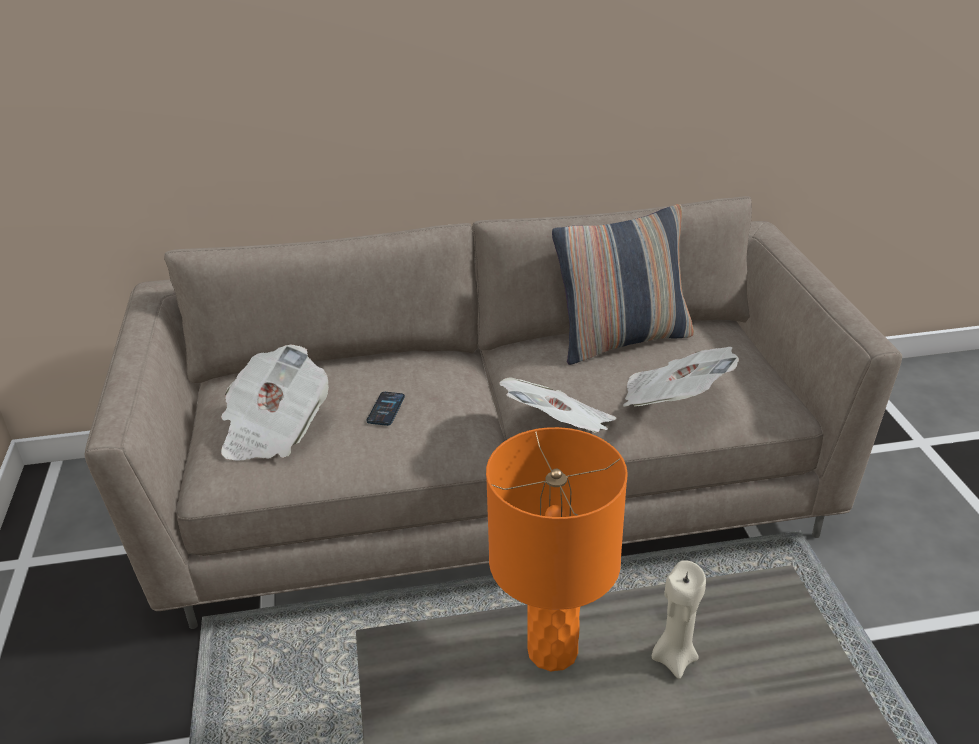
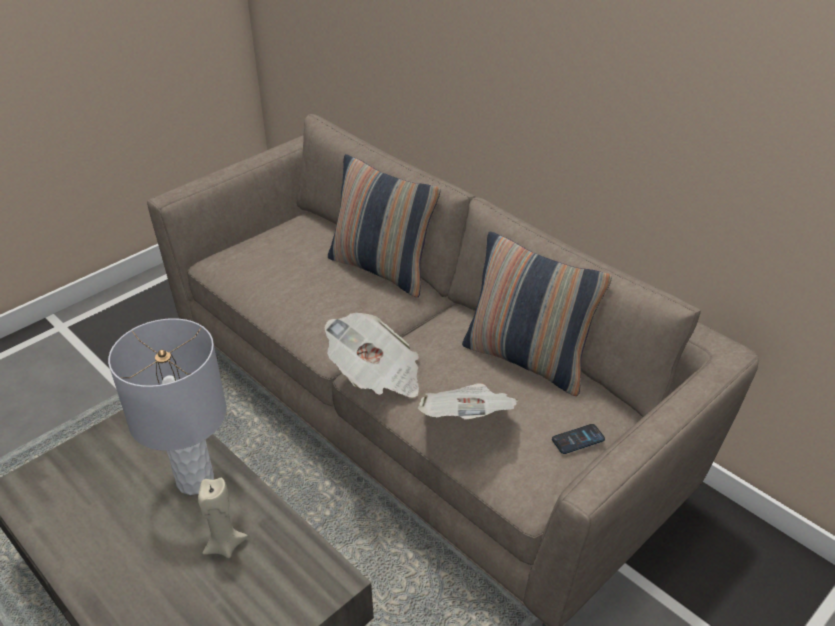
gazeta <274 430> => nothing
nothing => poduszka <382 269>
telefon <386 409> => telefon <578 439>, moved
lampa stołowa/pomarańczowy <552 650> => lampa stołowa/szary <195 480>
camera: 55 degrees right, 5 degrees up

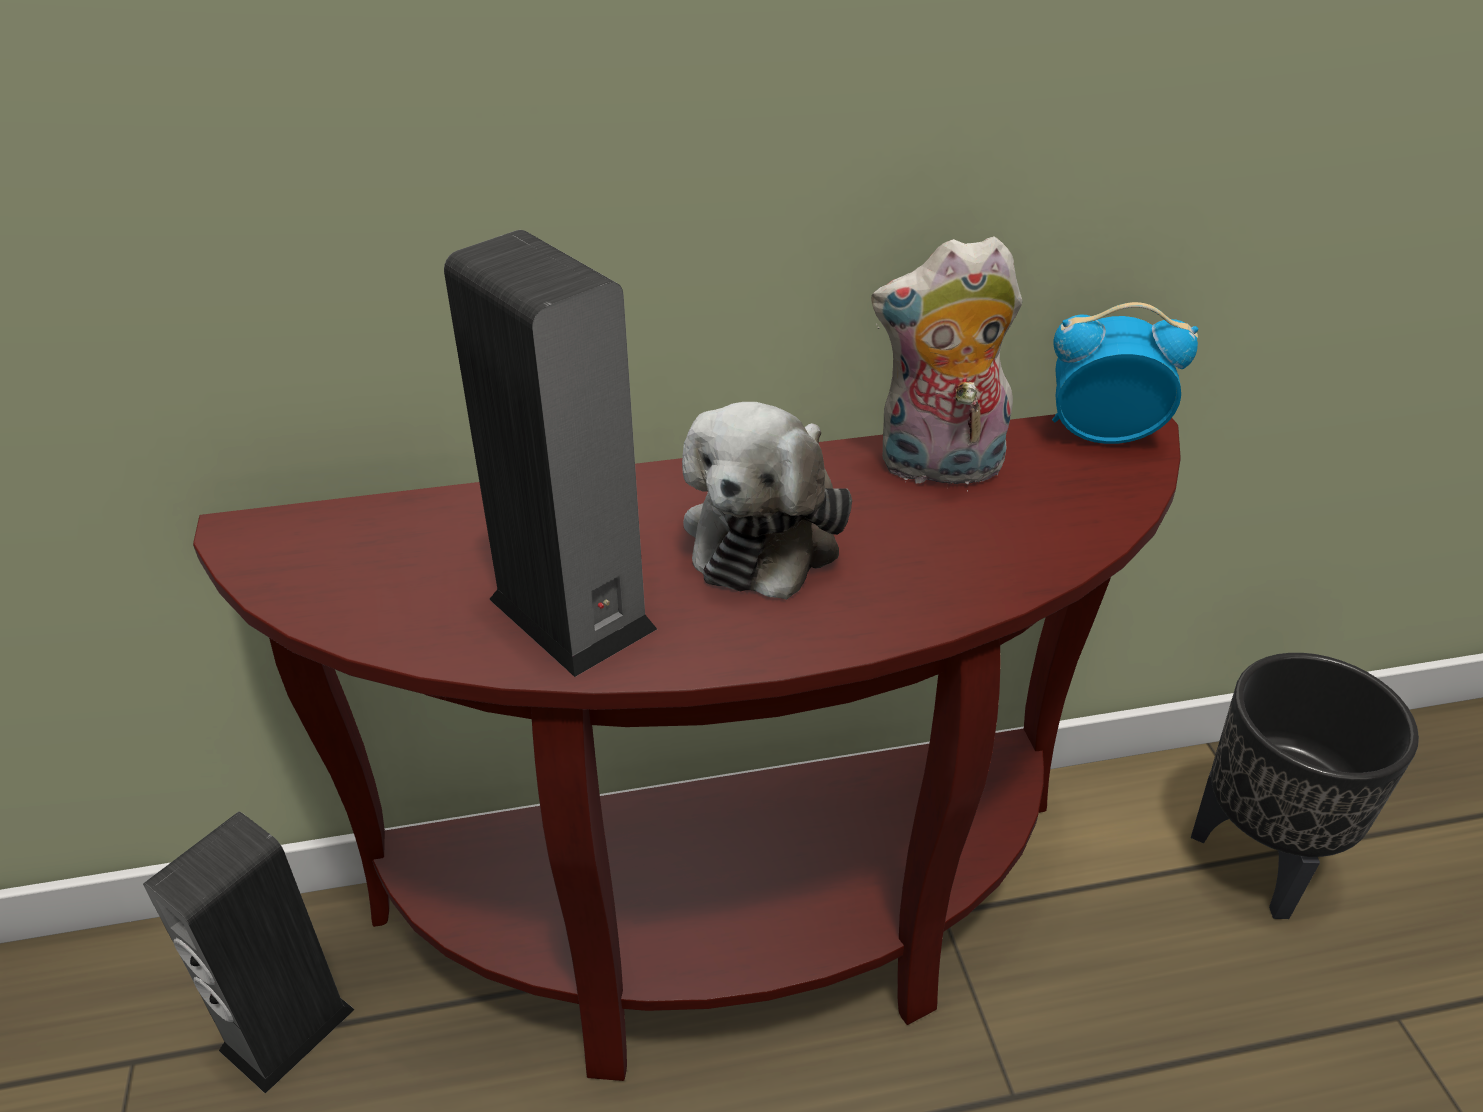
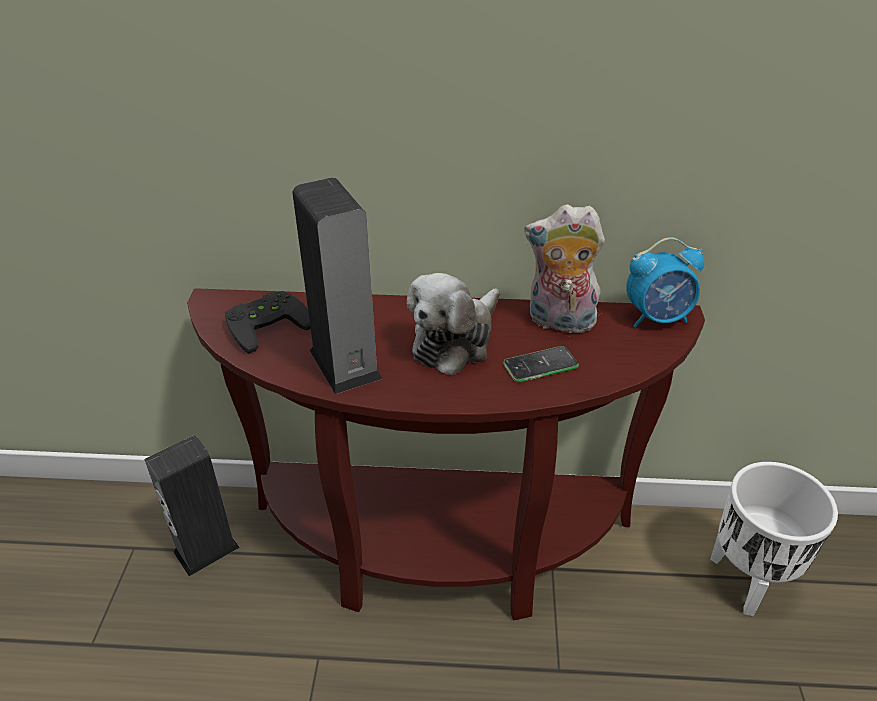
nothing => pad do gier/czarny <266 323>
nothing => telefon <540 365>
donica/czarny <1261 860> => donica/biały <748 581>
budzik <1101 434> => budzik <657 318>, 150 degrees clockwise
camera: 15 degrees right, 0 degrees up

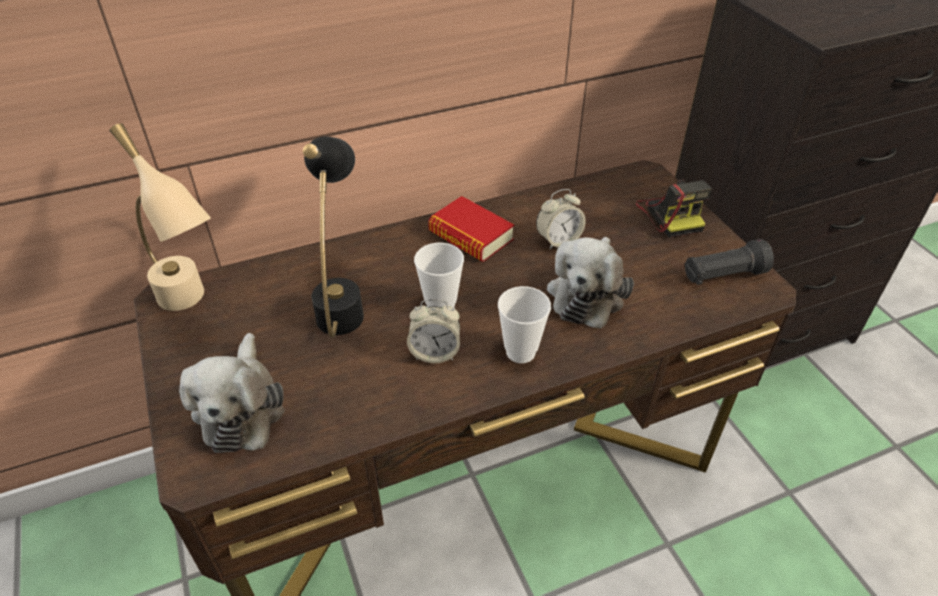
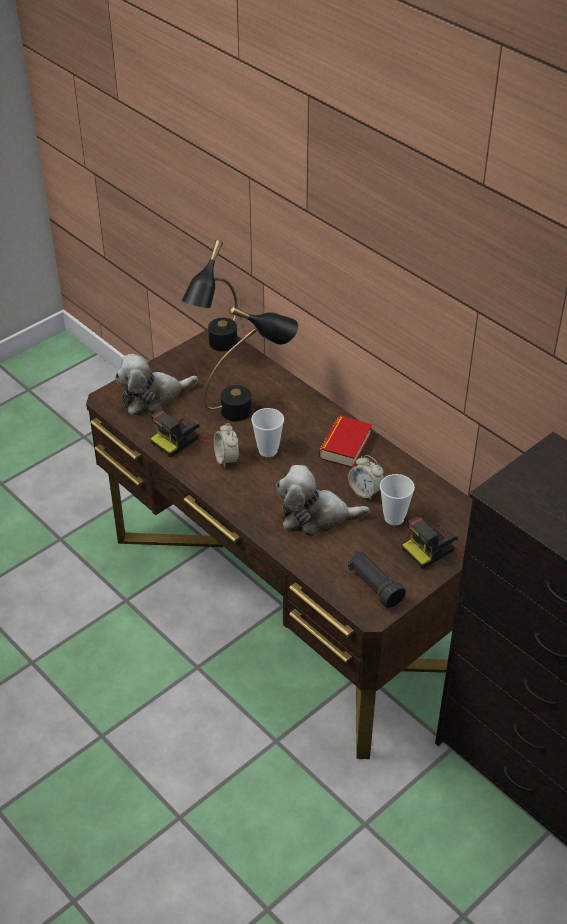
nothing => aparat fotograficzny <181 439>
filiżanka <520 352> => filiżanka <394 518>, moved
lampa stołowa/beżowy <192 306> => lampa stołowa/czarny <216 350>
camera: 70 degrees right, 0 degrees up

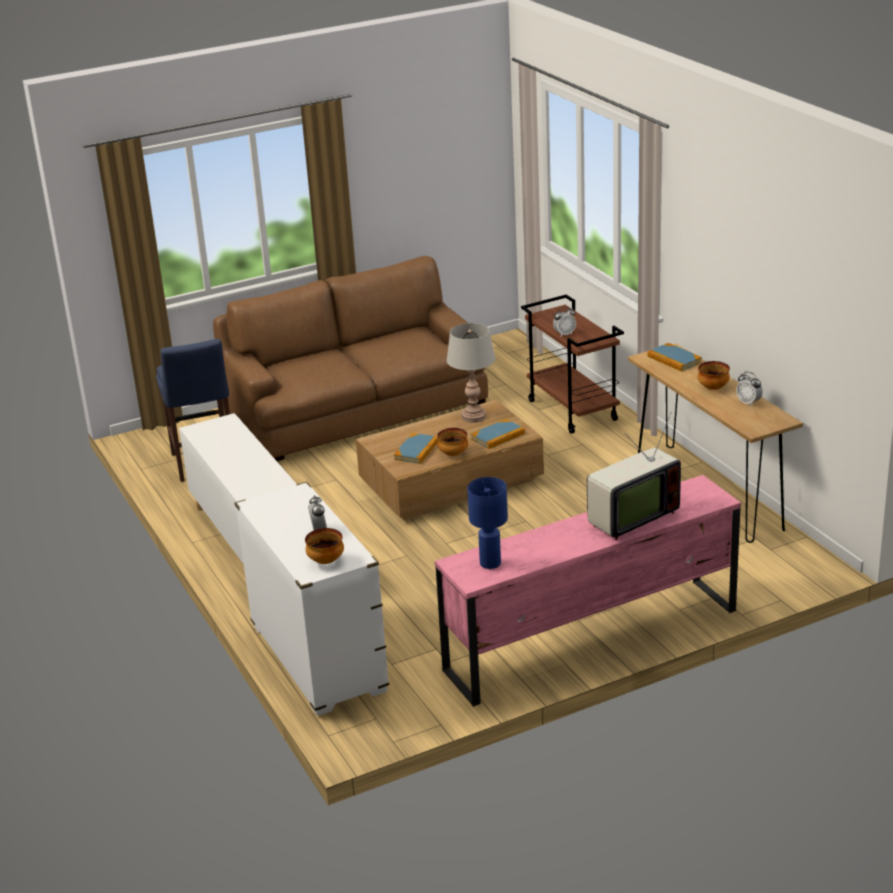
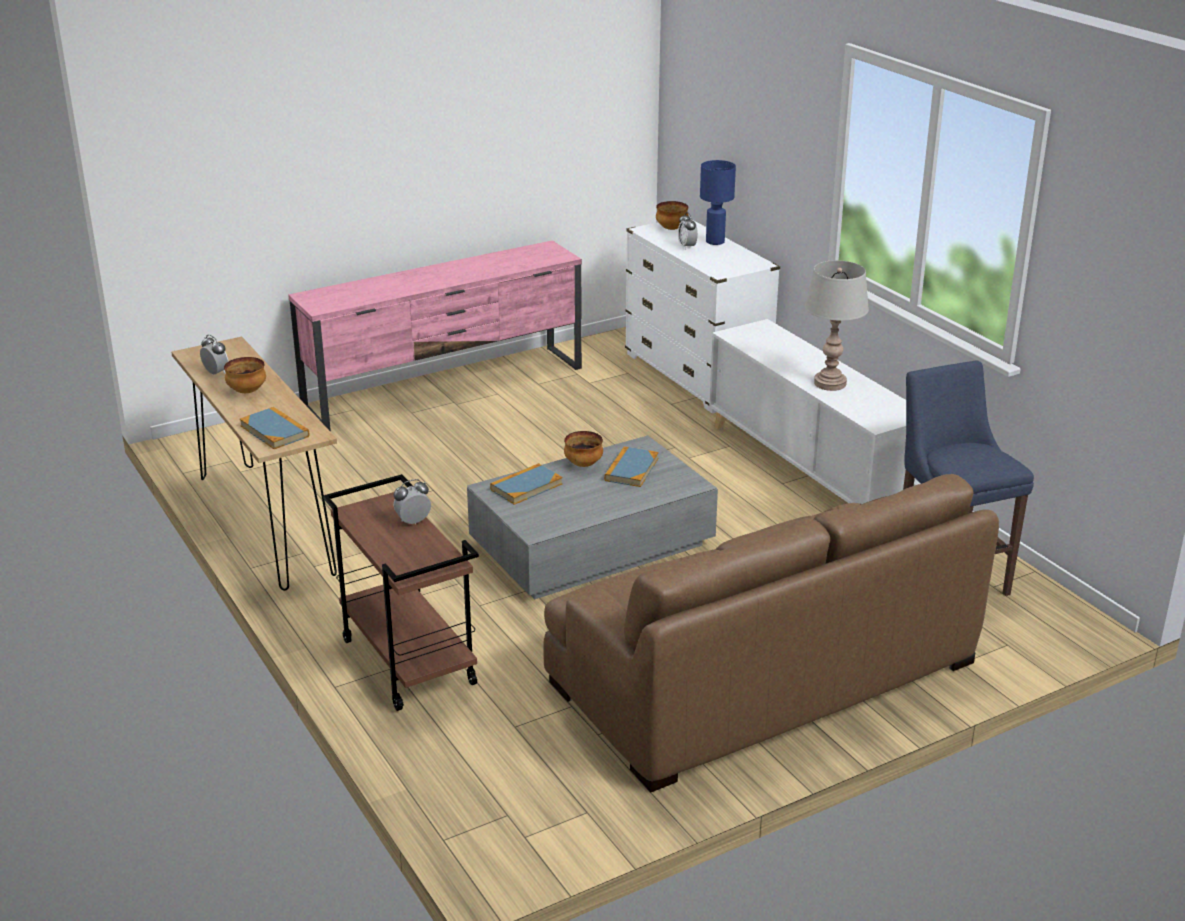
telewizor <629 518> => nothing
lampa stołowa/szary <473 416> => lampa stołowa/szary <830 383>, moved
lampa stołowa/niebieski <490 564> => lampa stołowa/niebieski <715 241>, moved
ława/brązowy <451 481> => ława/szary <591 545>
camera: 175 degrees right, 0 degrees up

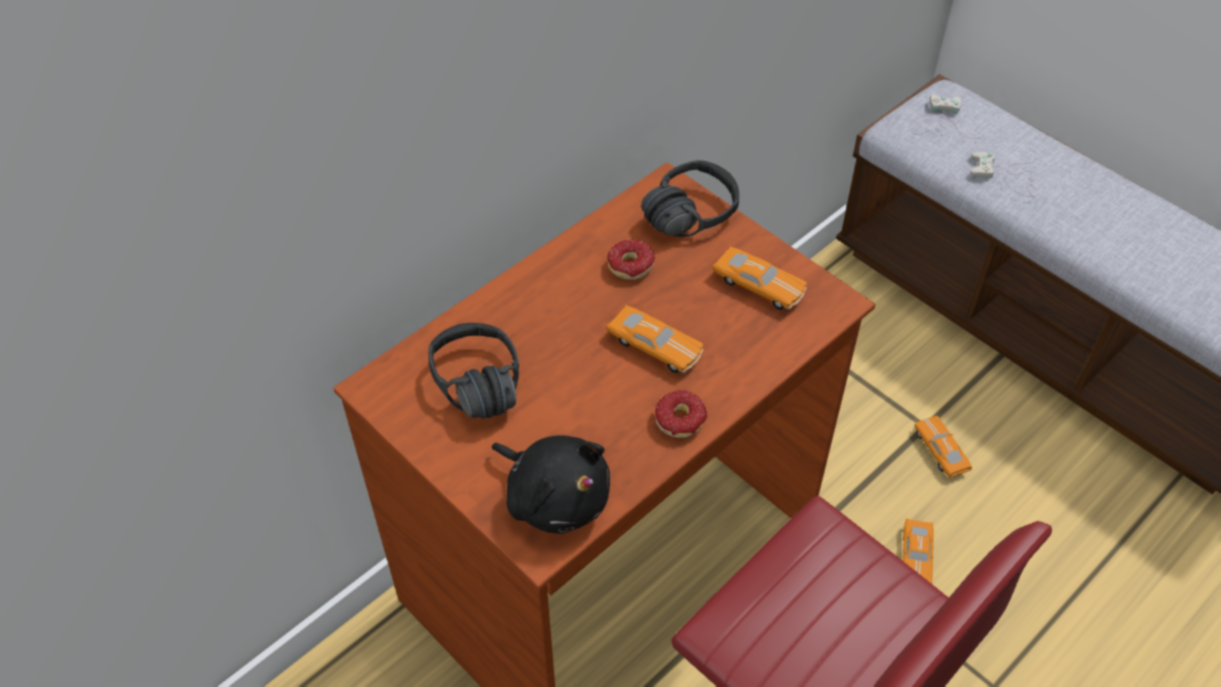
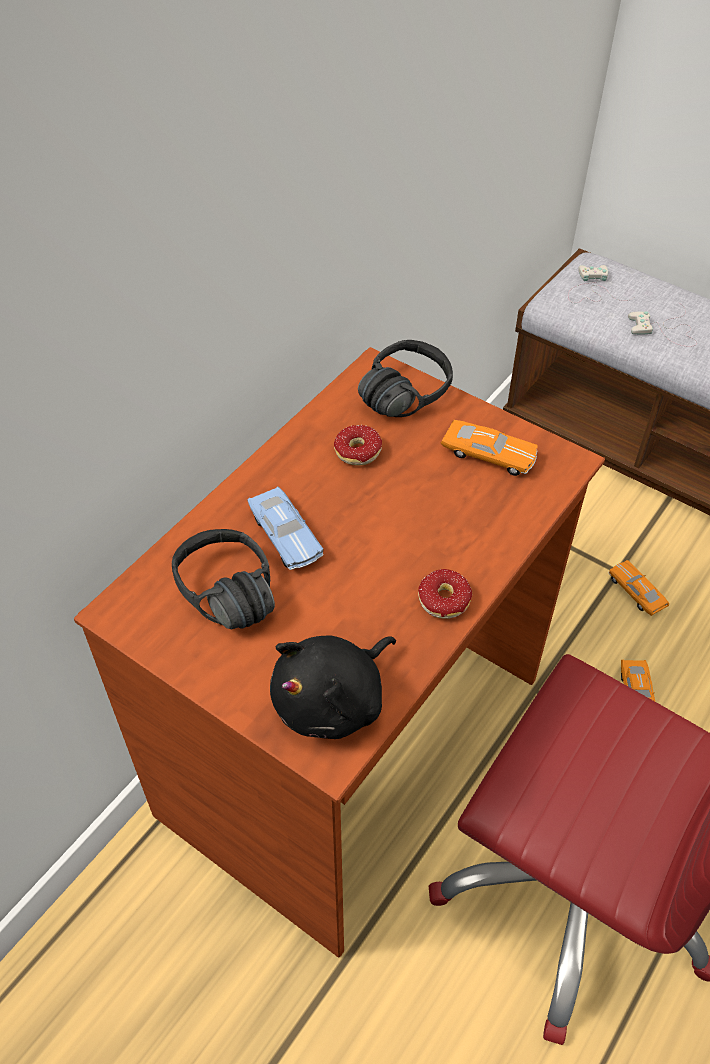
samochodzik/pomarańczowy <655 346> => nothing
nothing => samochodzik/niebieski <285 536>
pluszak/czarny <554 497> => pluszak/czarny <333 700>, 105 degrees clockwise
camera: 10 degrees left, 0 degrees up

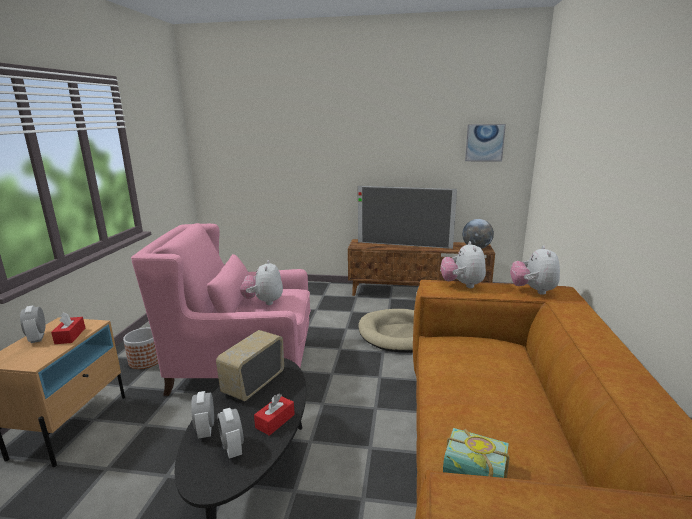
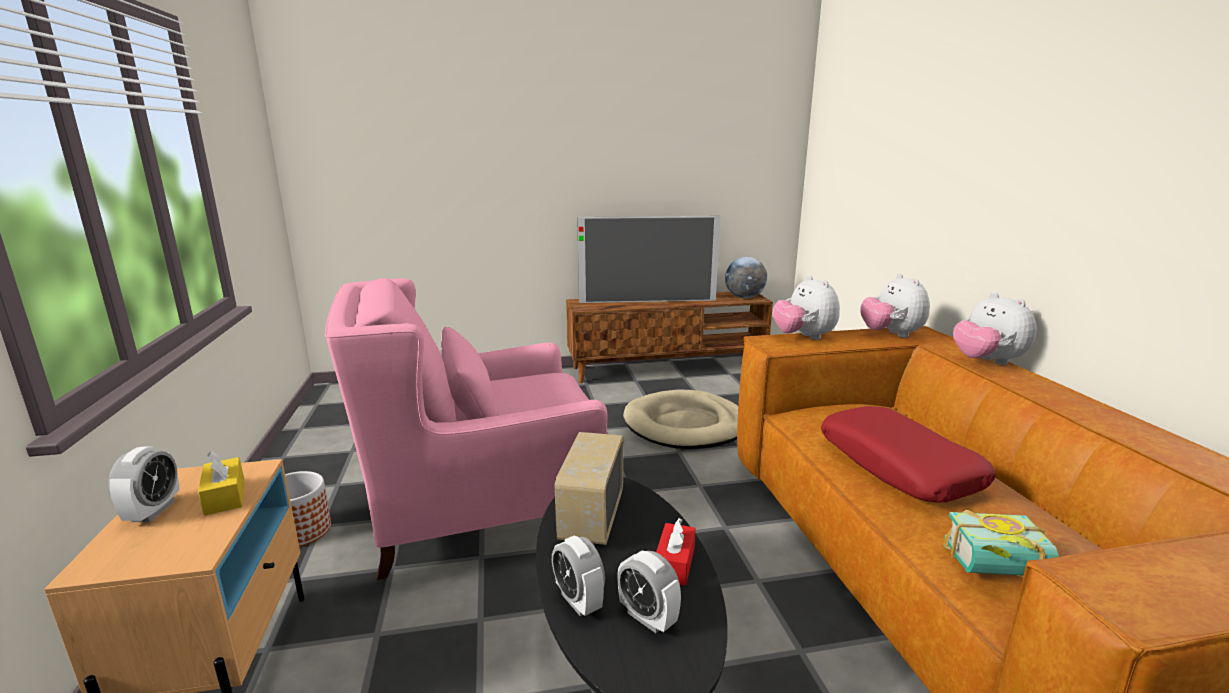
obraz <484 142> => nothing
nothing => poduszka/czerwony <899 466>
pluszak <264 302> => pluszak <986 362>, moved
pudełko chusteczek/czerwony <70 336> => pudełko chusteczek/żółty <225 496>
budzik <37 338> => budzik <153 511>, 135 degrees counterclockwise
camera: 20 degrees left, 0 degrees up

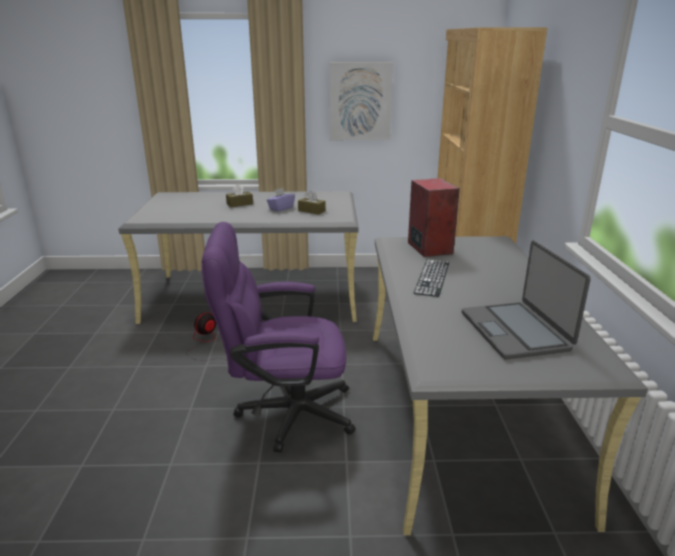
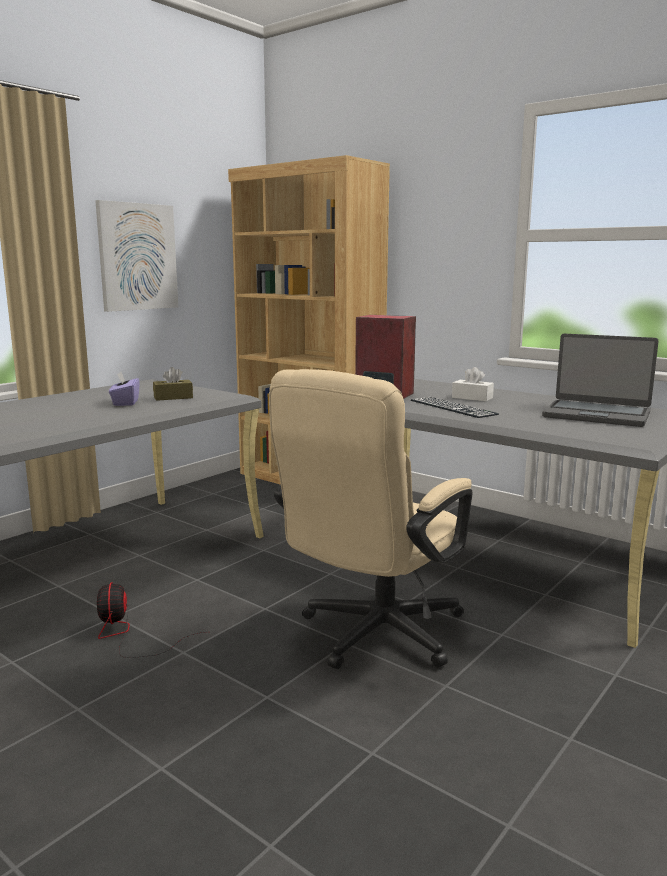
pudełko chusteczek/brązowy <239 204> => nothing
nothing => pudełko chusteczek/biały <472 398>
krzesło biurowe/fioletowy <284 413> => krzesło biurowe/beżowy <373 636>
camera: 50 degrees left, 10 degrees down

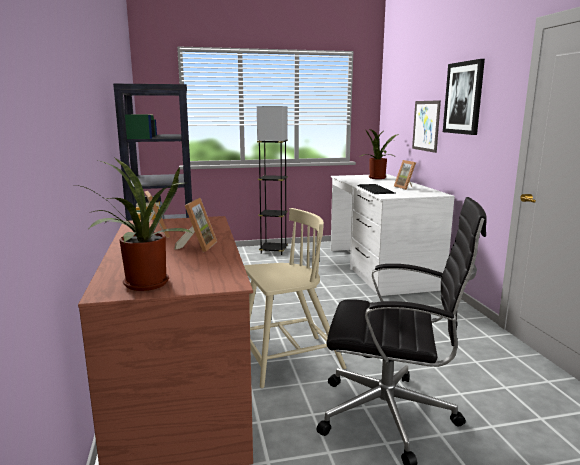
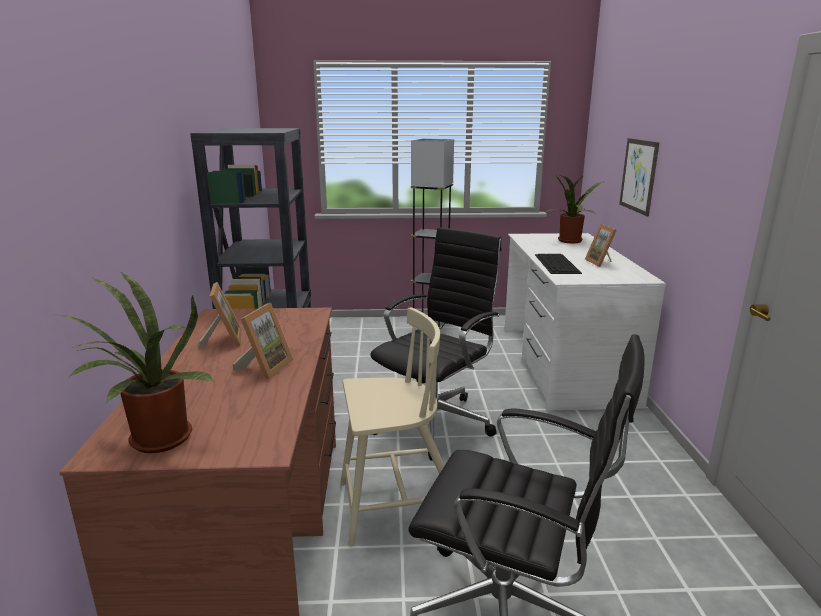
obraz <463 98> => nothing
nothing => krzesło biurowe/czarny <435 422>
camera: 10 degrees right, 5 degrees up

